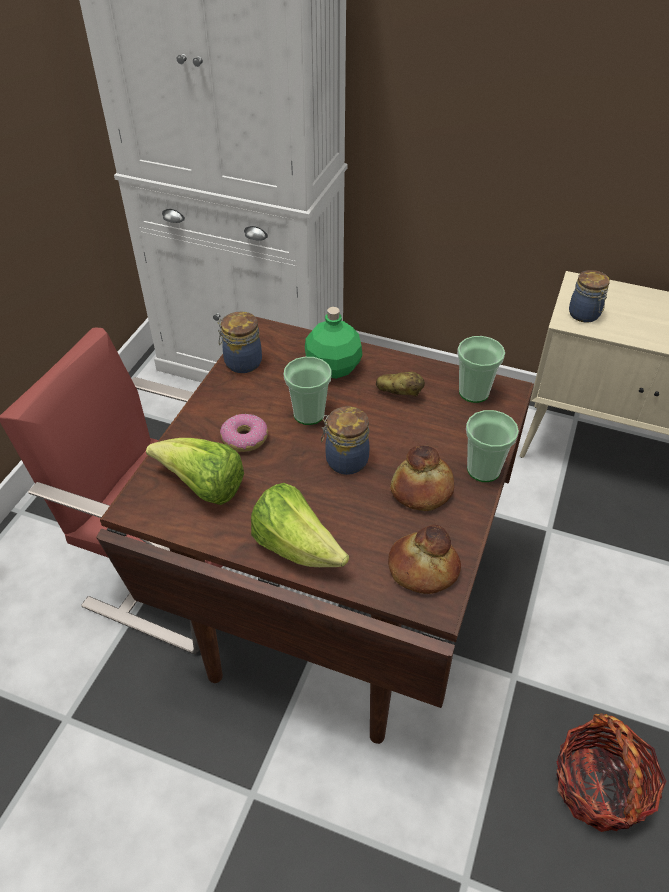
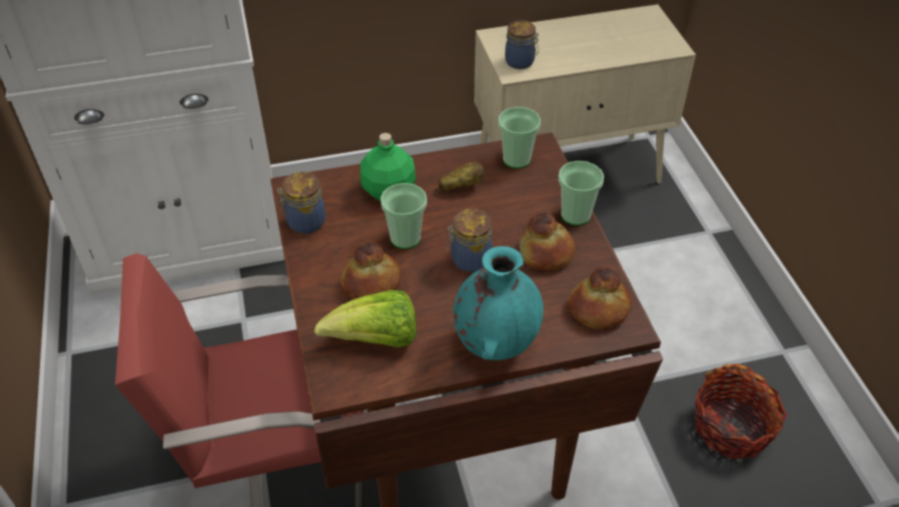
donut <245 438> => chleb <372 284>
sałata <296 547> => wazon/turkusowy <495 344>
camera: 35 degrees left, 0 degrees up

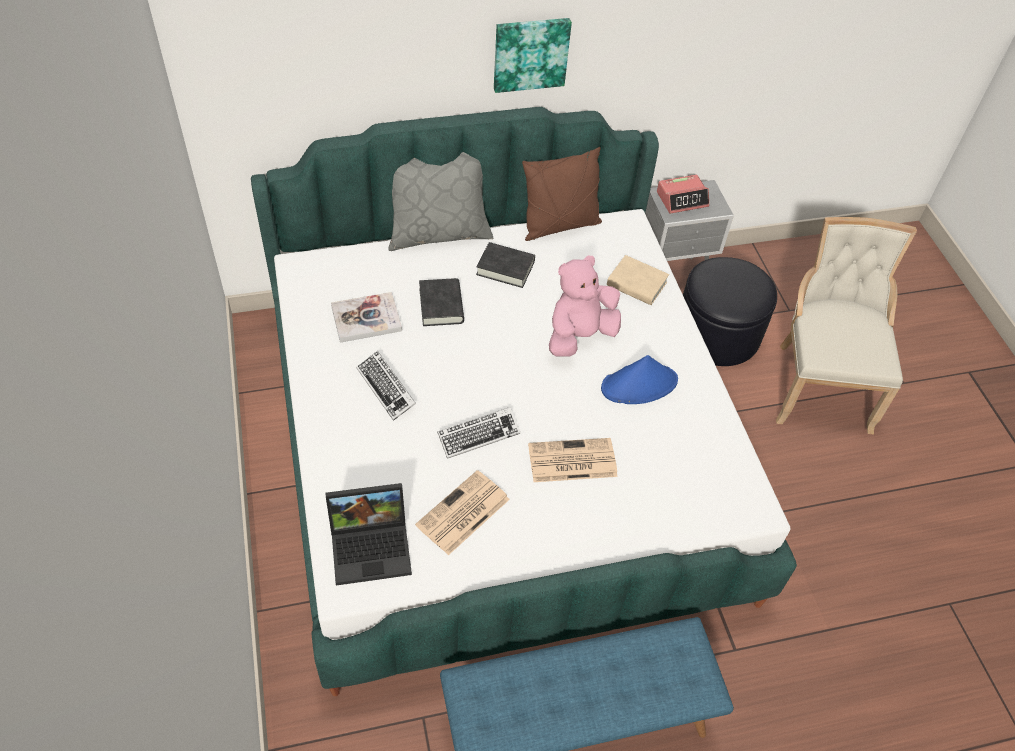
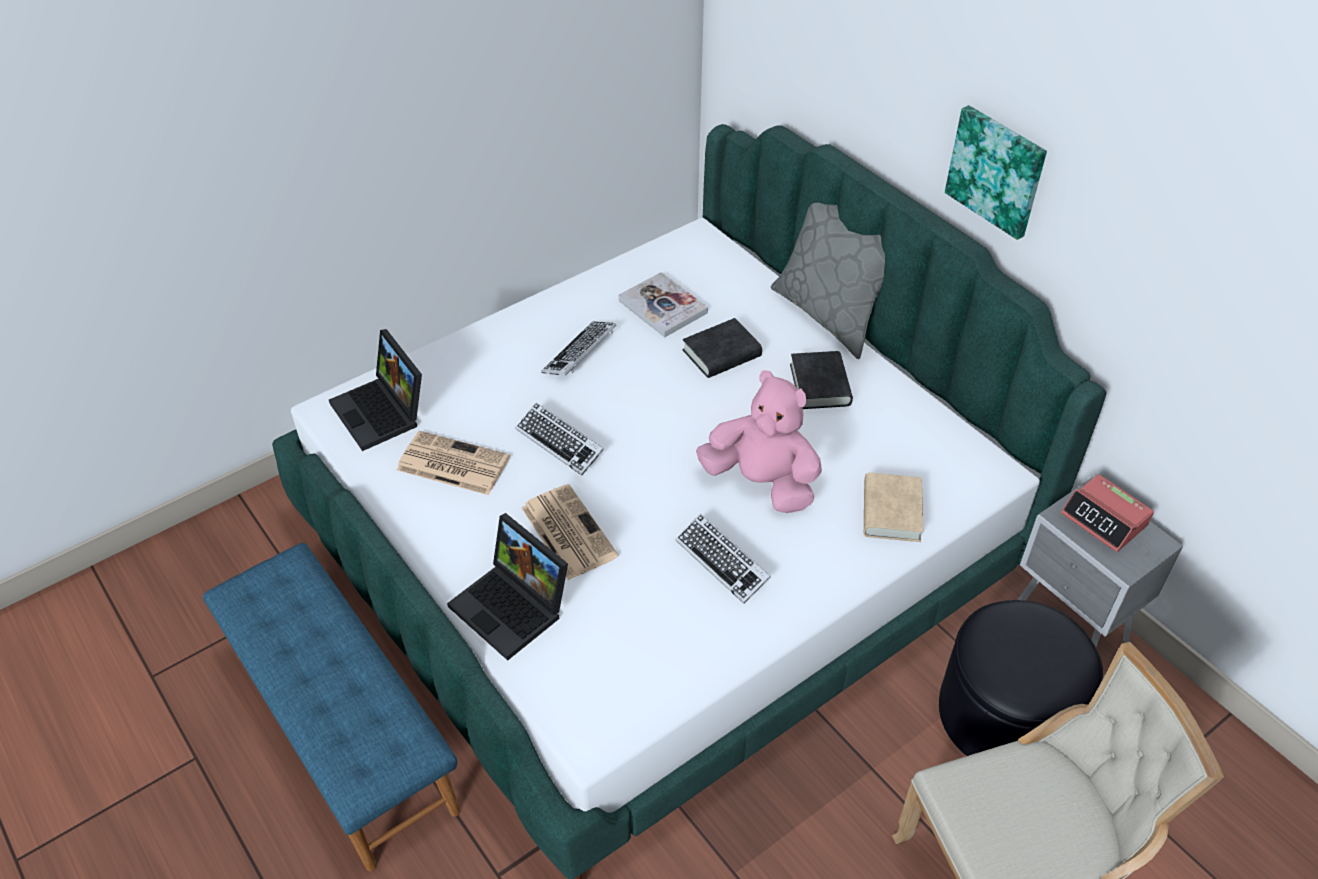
poduszka/brązowy <559 225> => nothing
nothing => laptop <513 607>
kapelusz/niebieski <639 384> => klawiatura <722 562>
camera: 70 degrees right, 5 degrees down

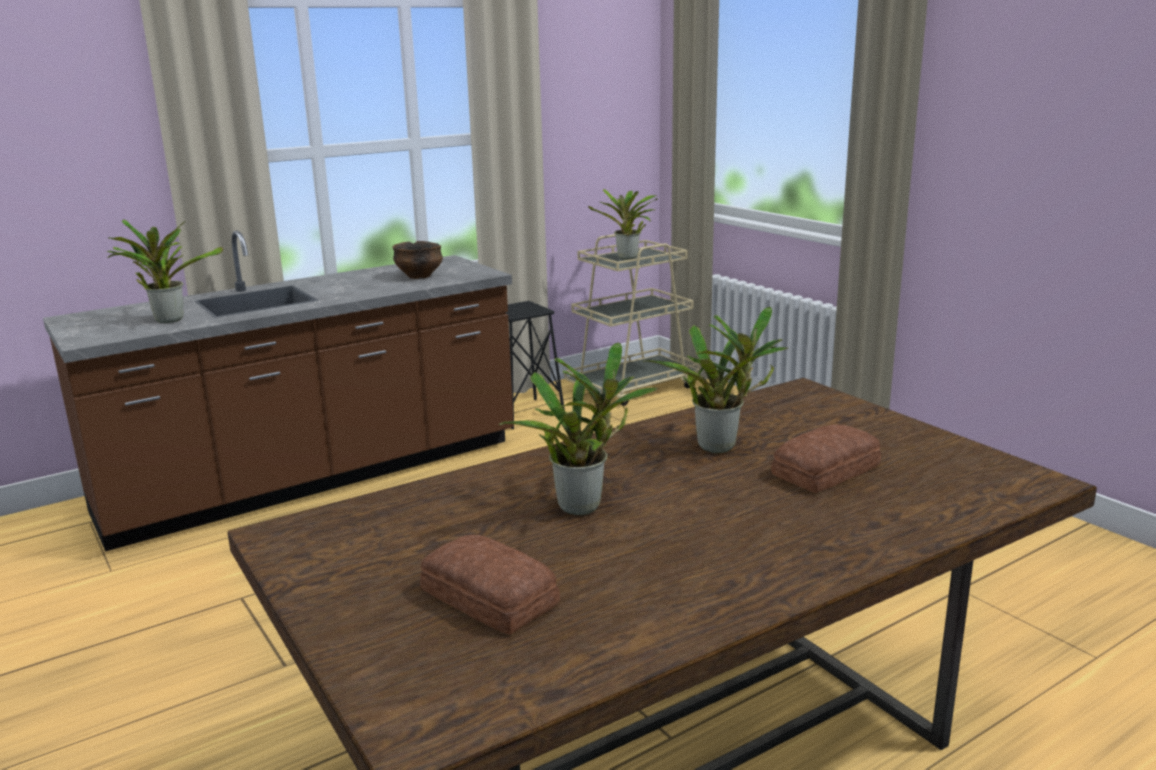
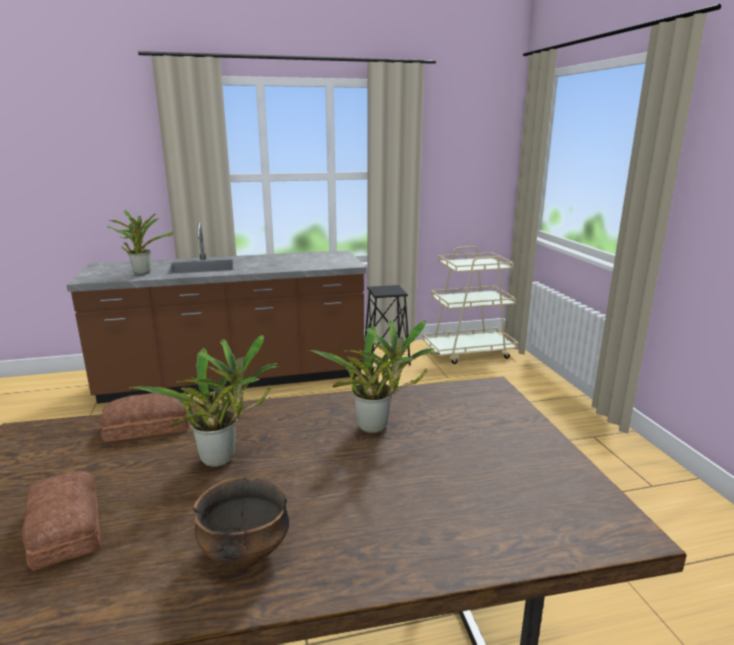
roślina doniczkowa <627 258> => nothing
miska <419 276> => miska <244 552>, moved
chleb <828 471> => chleb <149 426>, moved
camera: 20 degrees right, 0 degrees up

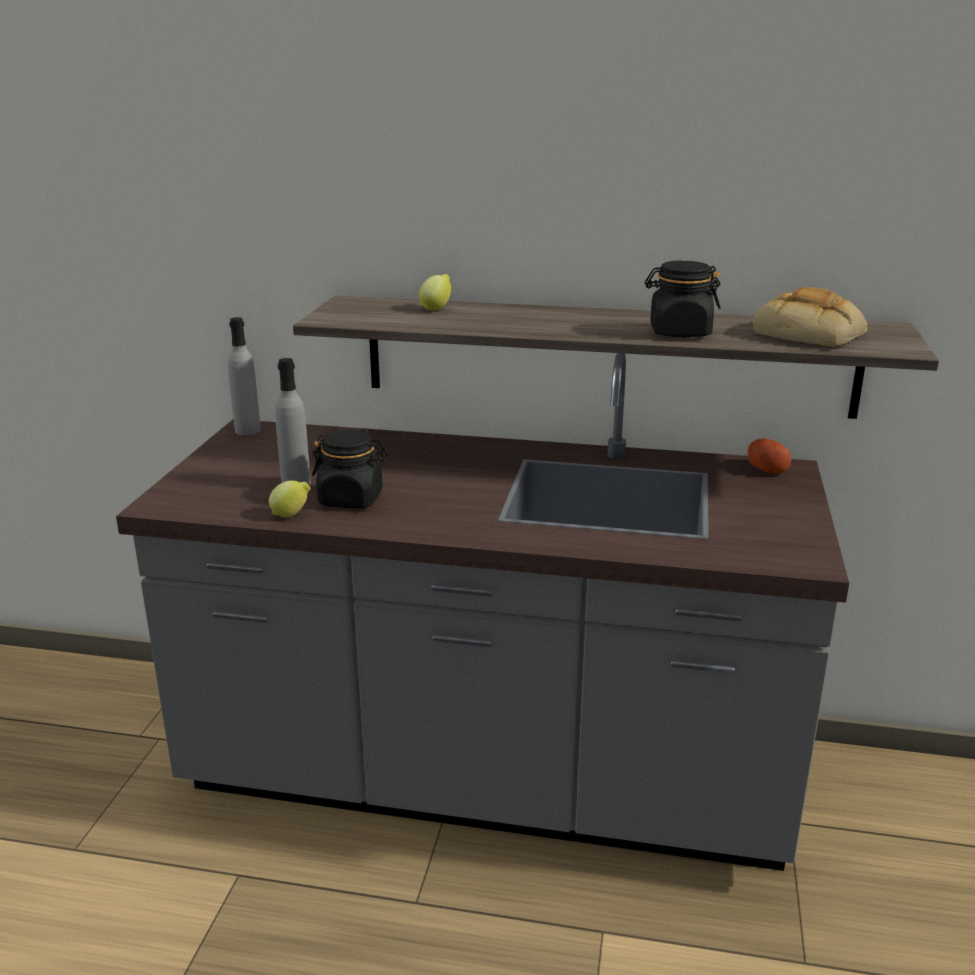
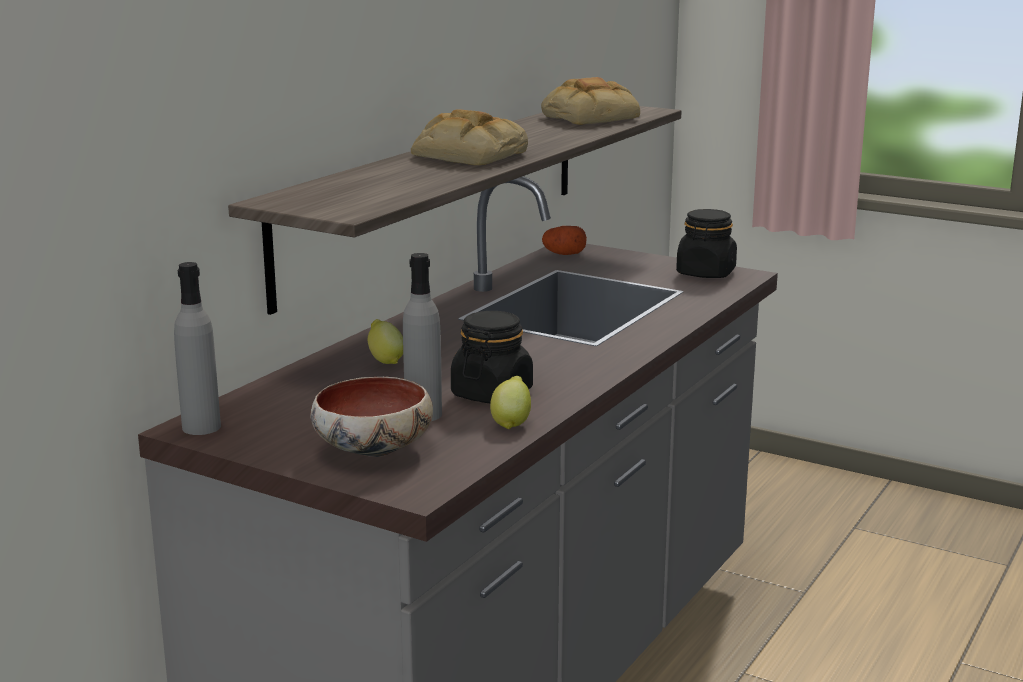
nothing => miska <373 450>
nothing => chleb <467 155>
cytryna <436 308> => cytryna <385 360>, moved
słoik/czarny <679 332> => słoik/czarny <706 273>, moved
camera: 70 degrees left, 5 degrees down

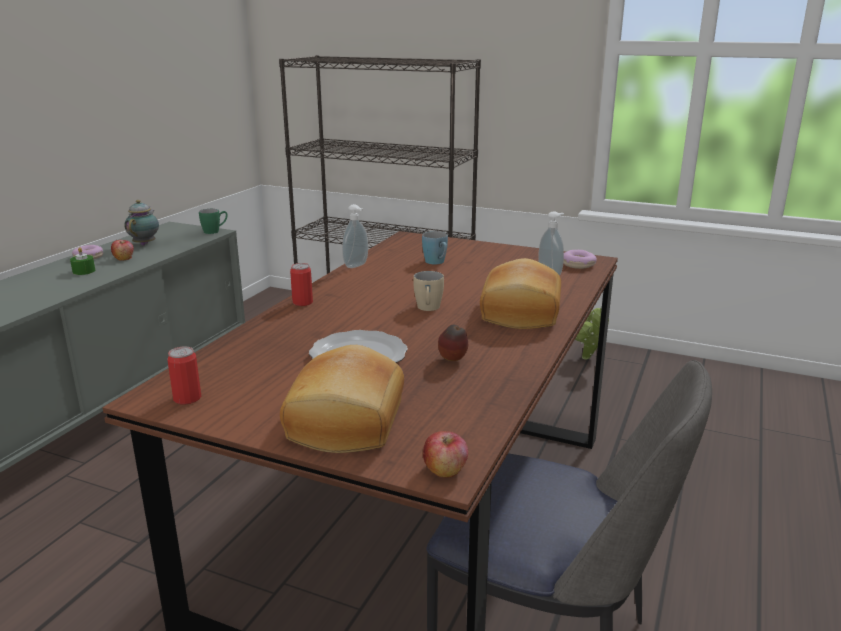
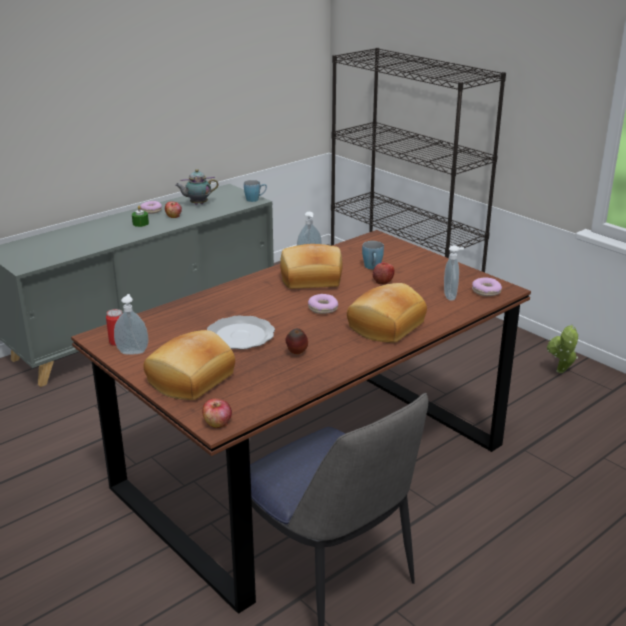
puszka <302 302> => nothing
nothing => dozownik mydła <133 351>
nothing => chleb <311 280>
nothing => jabłko <383 281>
kubek/beżowy <428 309> => donut <323 309>
kubek/zielony <215 231> => kubek/niebieski <255 199>
imbryk <145 244> => imbryk <197 204>, 135 degrees counterclockwise
camera: 25 degrees right, 5 degrees up

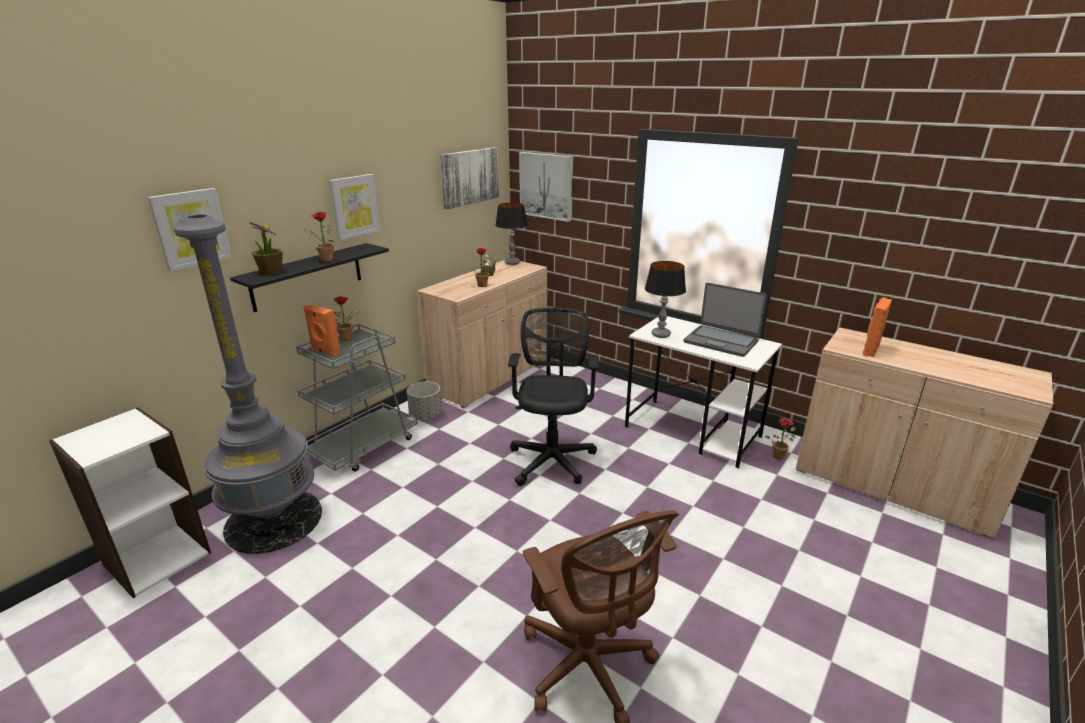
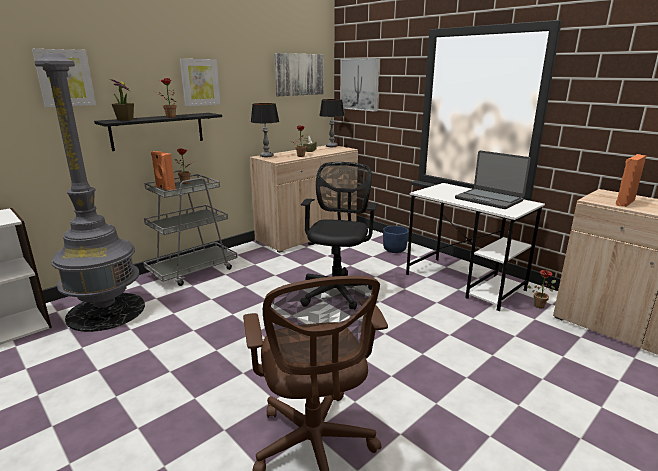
donica/szary <425 416> => nothing
nothing => donica/niebieski <394 250>
lampa stołowa <660 334> => lampa stołowa <266 156>, moved
camera: 10 degrees right, 5 degrees down

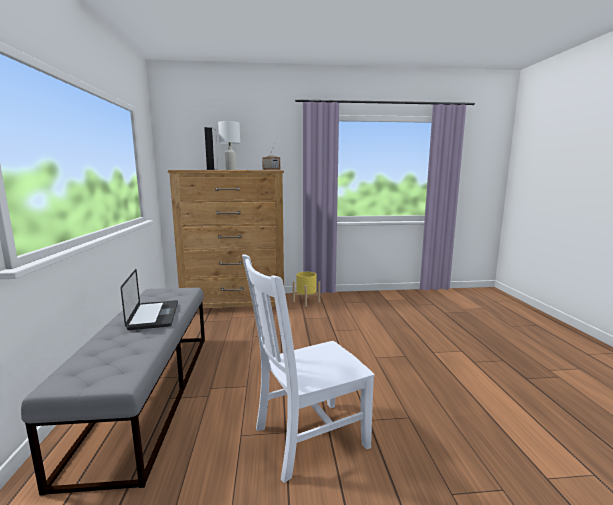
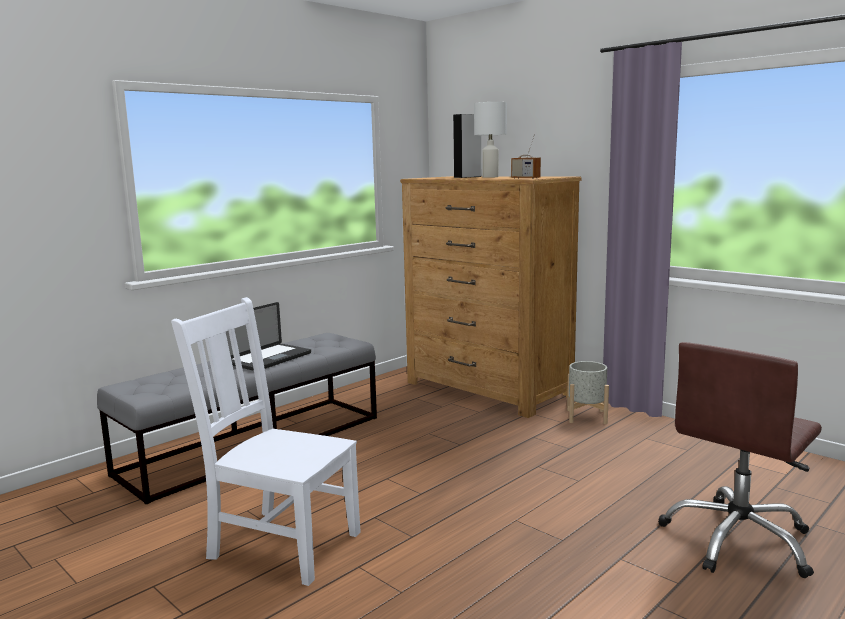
nothing => krzesło biurowe/brązowy <738 540>
donica/żółty <306 301> => donica/szary <586 416>
camera: 50 degrees right, 0 degrees up

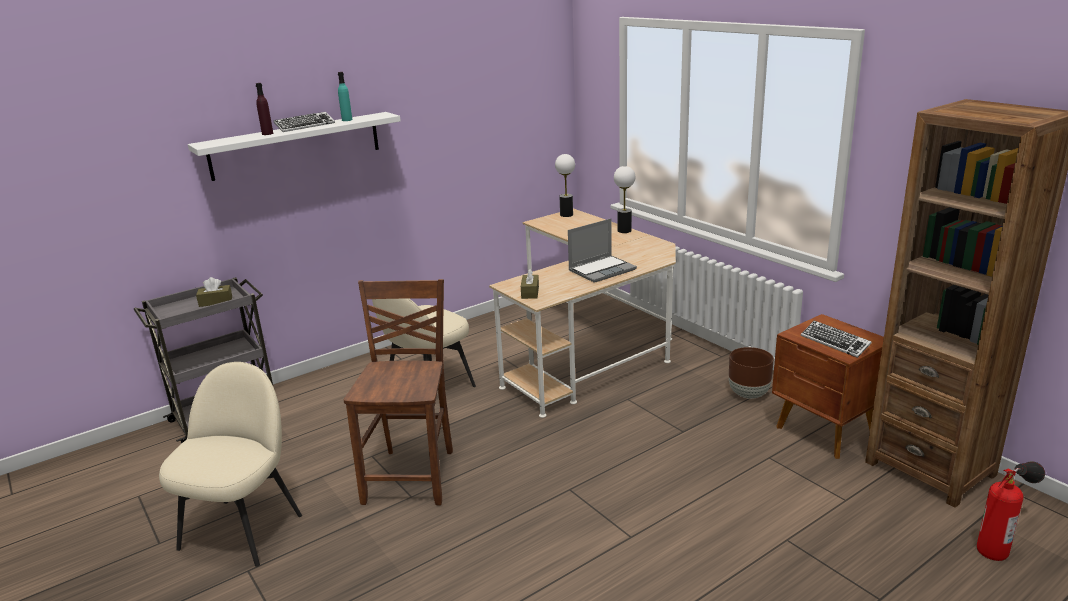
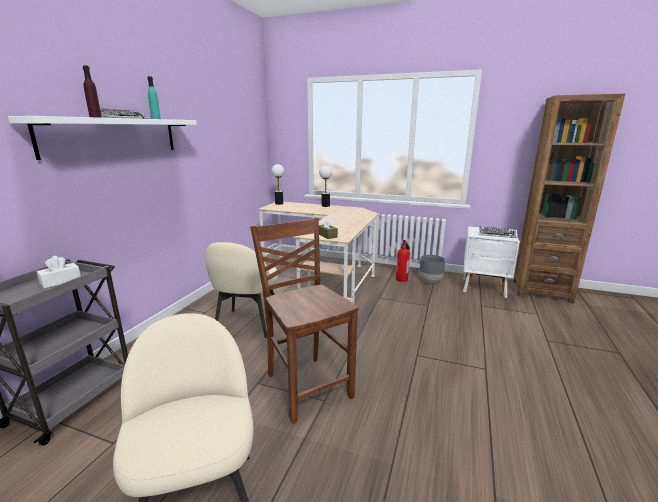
laptop <602 270> => nothing
gaśnica <1003 538> => gaśnica <402 275>, moved
pudełko chusteczek/brązowy <215 301> => pudełko chusteczek/biały <61 281>
donica/brązowy <749 394> => donica/szary <430 281>
szafka nocna/brązowy <825 432> => szafka nocna/biały <484 288>
camera: 35 degrees left, 5 degrees down

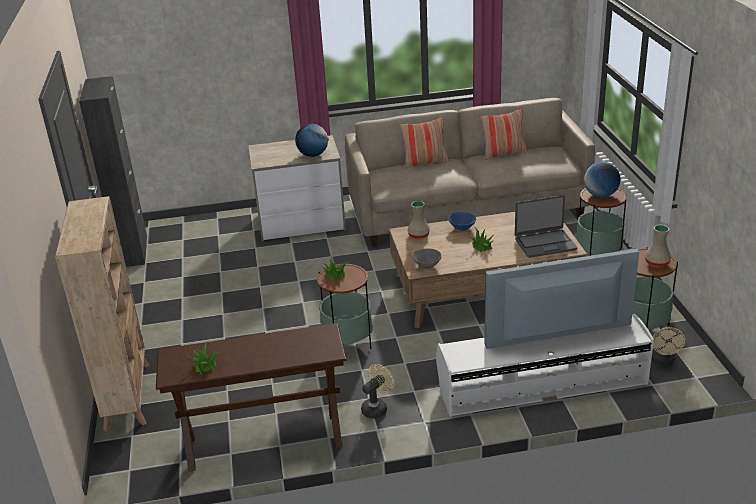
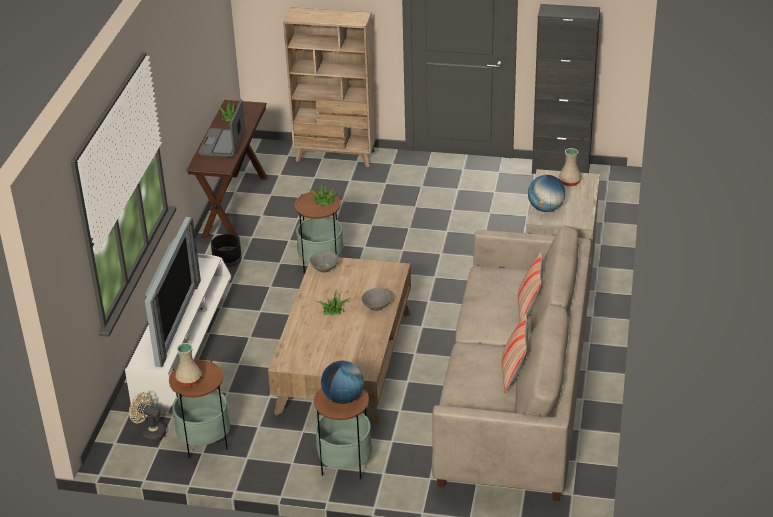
wazon/beżowy <419 235> => wazon/beżowy <569 182>, moved
laptop <545 244> => laptop <223 144>, moved
wentylator/beżowy <377 408> => donica/czarny <227 261>
miska/niebieski <462 228> => miska/szary <376 307>
camera: 110 degrees right, 5 degrees up

